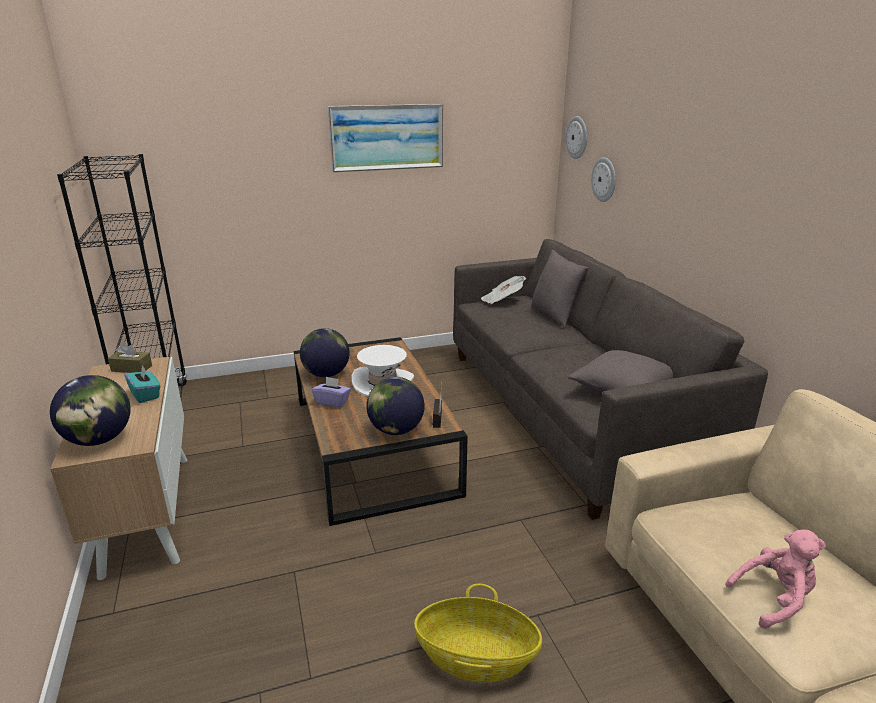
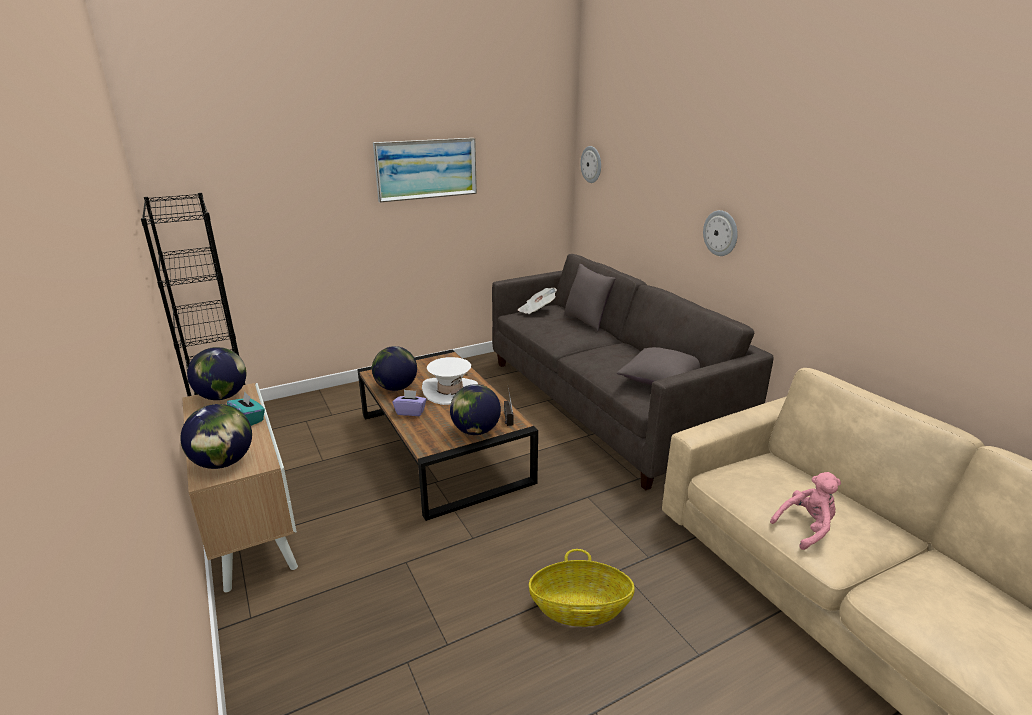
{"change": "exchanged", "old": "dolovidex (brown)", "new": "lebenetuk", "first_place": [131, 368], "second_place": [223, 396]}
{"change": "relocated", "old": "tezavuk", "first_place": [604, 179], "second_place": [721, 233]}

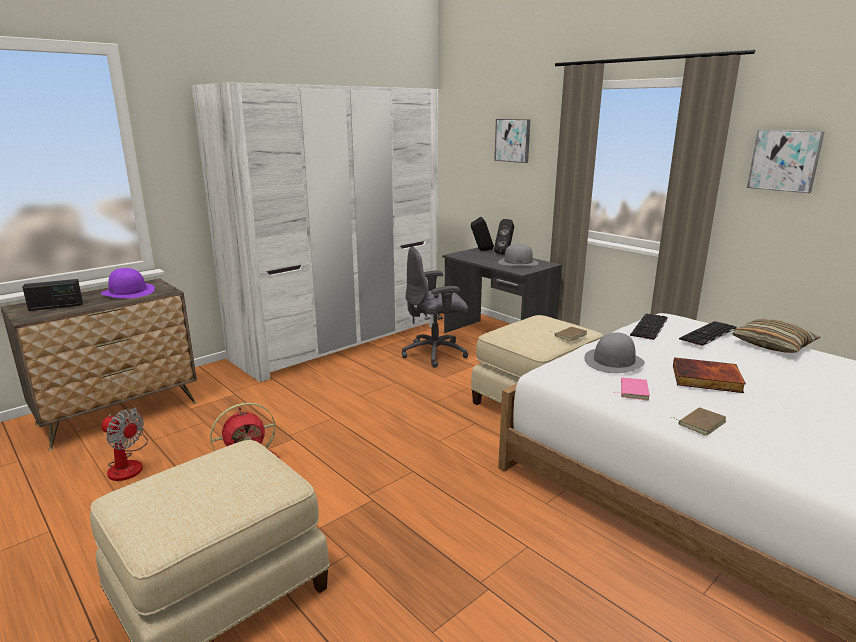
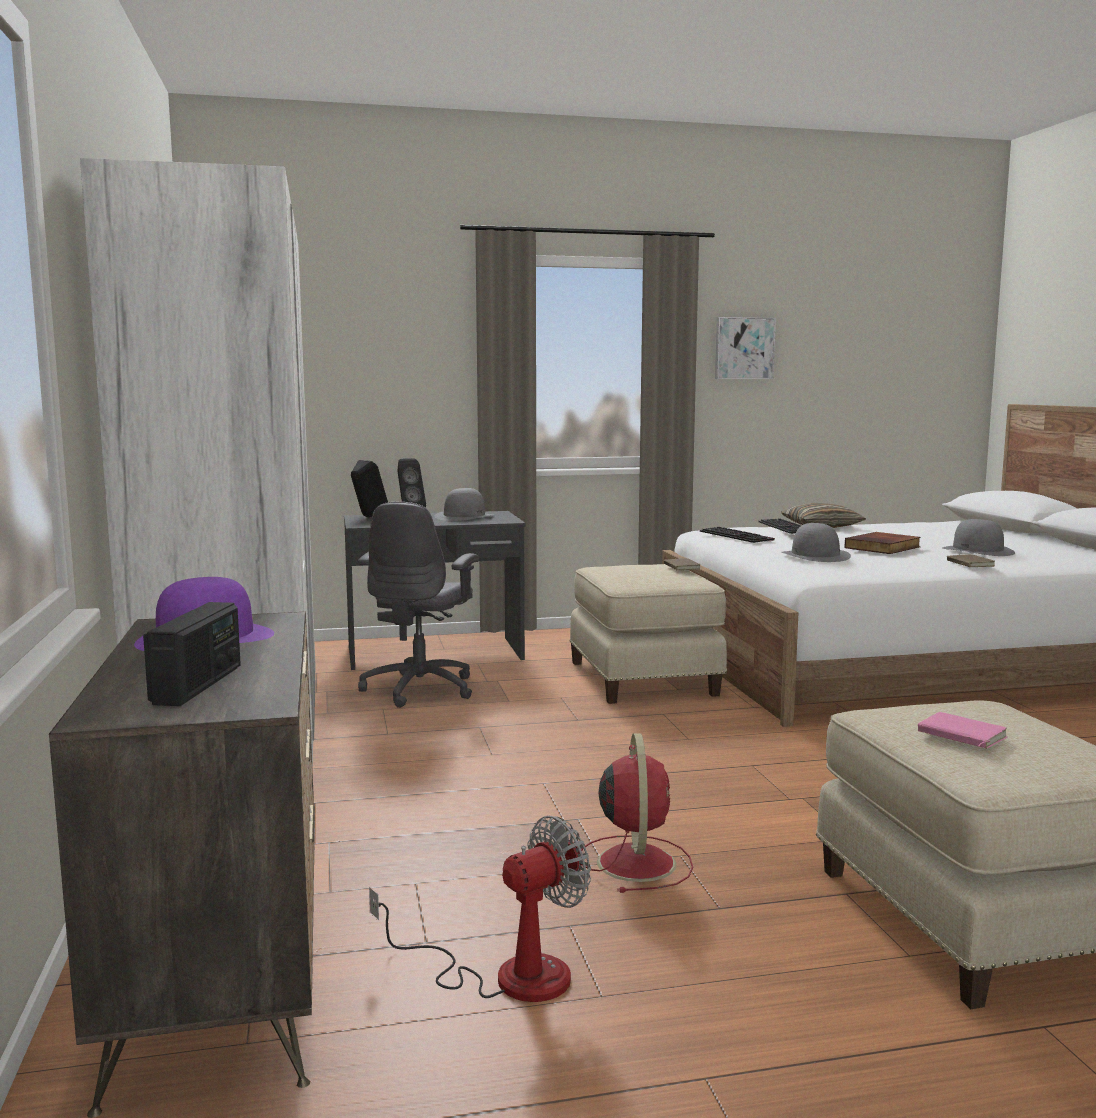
{"change": "missing", "old": "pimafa", "first_place": [513, 140]}
{"change": "relocated", "old": "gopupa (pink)", "first_place": [632, 390], "second_place": [960, 735]}
{"change": "appeared", "new": "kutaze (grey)", "second_place": [978, 551]}

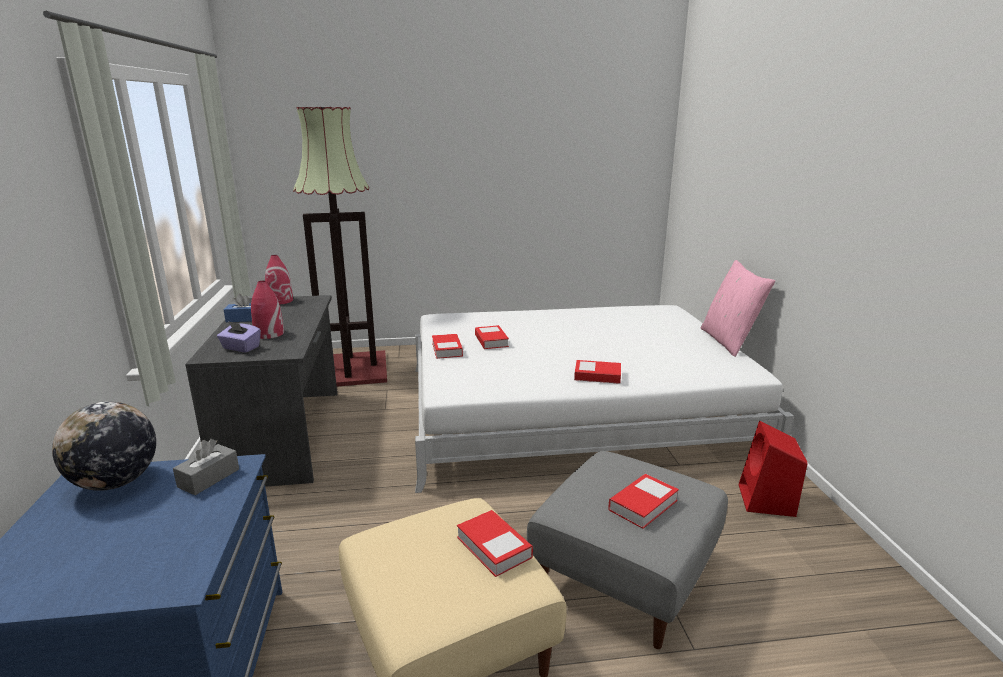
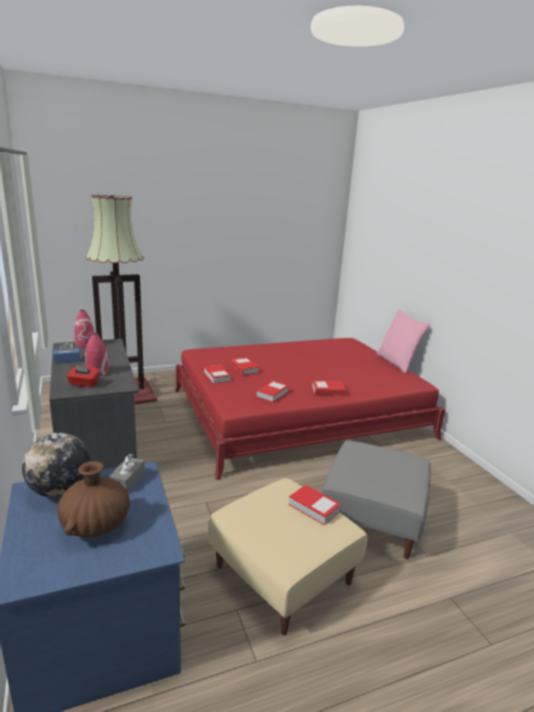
{"change": "colour", "old": "dolovidex (purple)", "new": "dolovidex (red)", "first_place": [241, 348], "second_place": [84, 384]}
{"change": "colour", "old": "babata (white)", "new": "babata (red)", "first_place": [573, 410], "second_place": [298, 414]}
{"change": "relocated", "old": "gopupa", "first_place": [643, 505], "second_place": [272, 394]}
{"change": "missing", "old": "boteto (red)", "first_place": [767, 501]}
{"change": "appeared", "new": "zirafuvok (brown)", "second_place": [95, 525]}

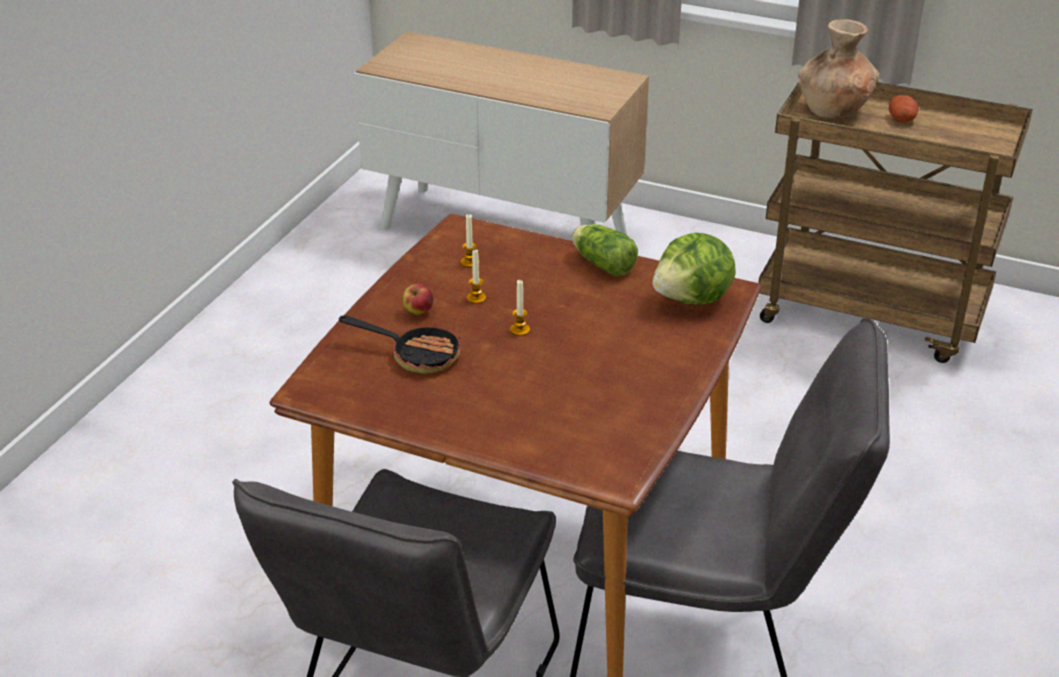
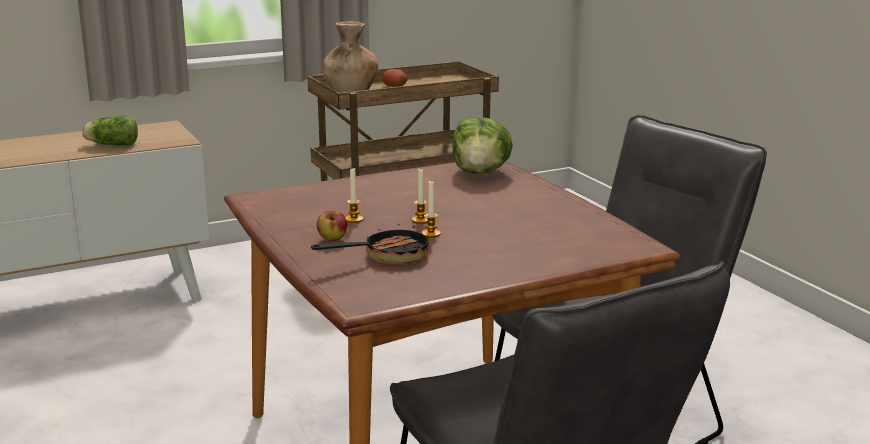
{"change": "relocated", "old": "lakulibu", "first_place": [469, 262], "second_place": [431, 234]}
{"change": "relocated", "old": "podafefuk", "first_place": [601, 263], "second_place": [111, 144]}

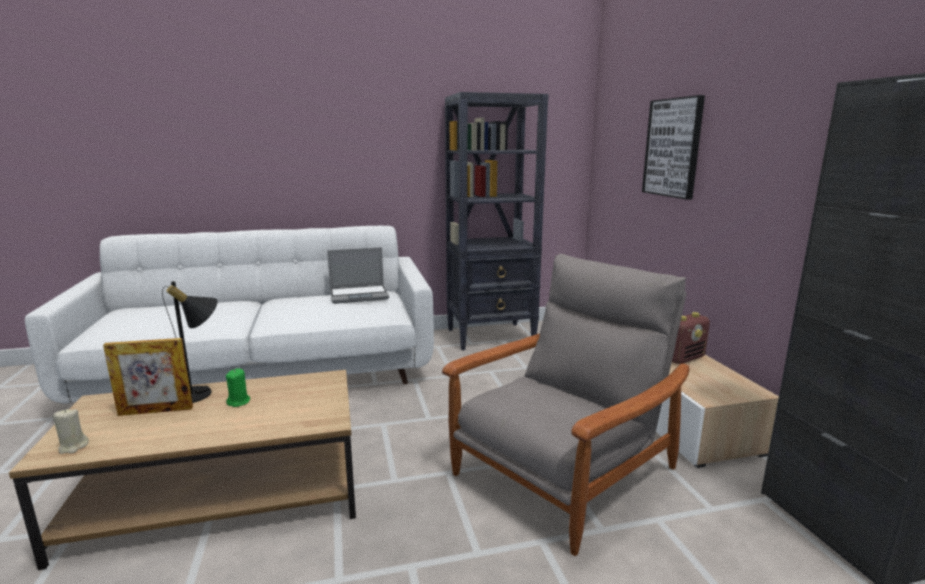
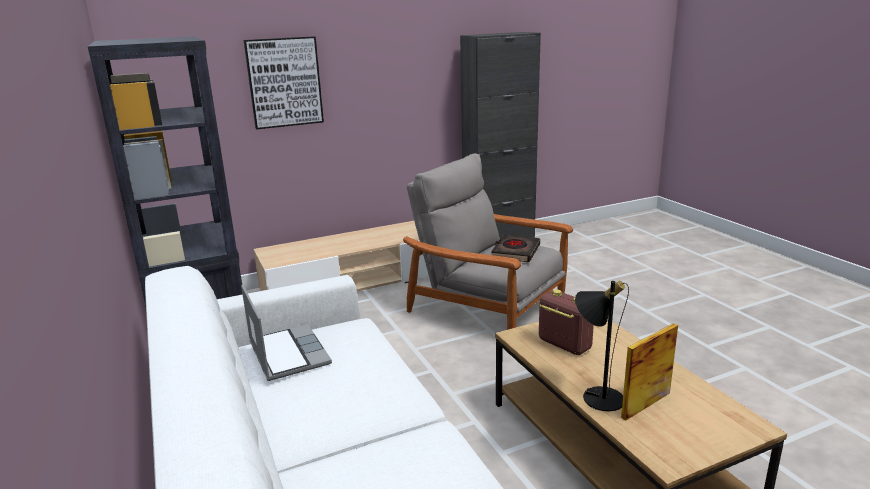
{"change": "missing", "old": "lakulibu (beige)", "first_place": [73, 447]}
{"change": "spun", "old": "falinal", "first_place": [155, 411], "second_place": [646, 405], "degrees": -105}
{"change": "missing", "old": "lakulibu (green)", "first_place": [239, 402]}
{"change": "relocated", "old": "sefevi", "first_place": [684, 358], "second_place": [563, 344]}
{"change": "appeared", "new": "gopupa (black)", "second_place": [515, 252]}

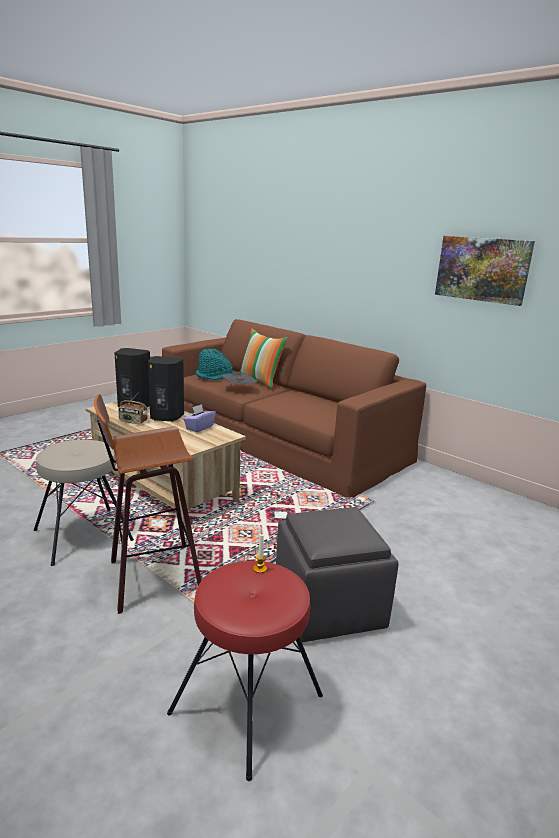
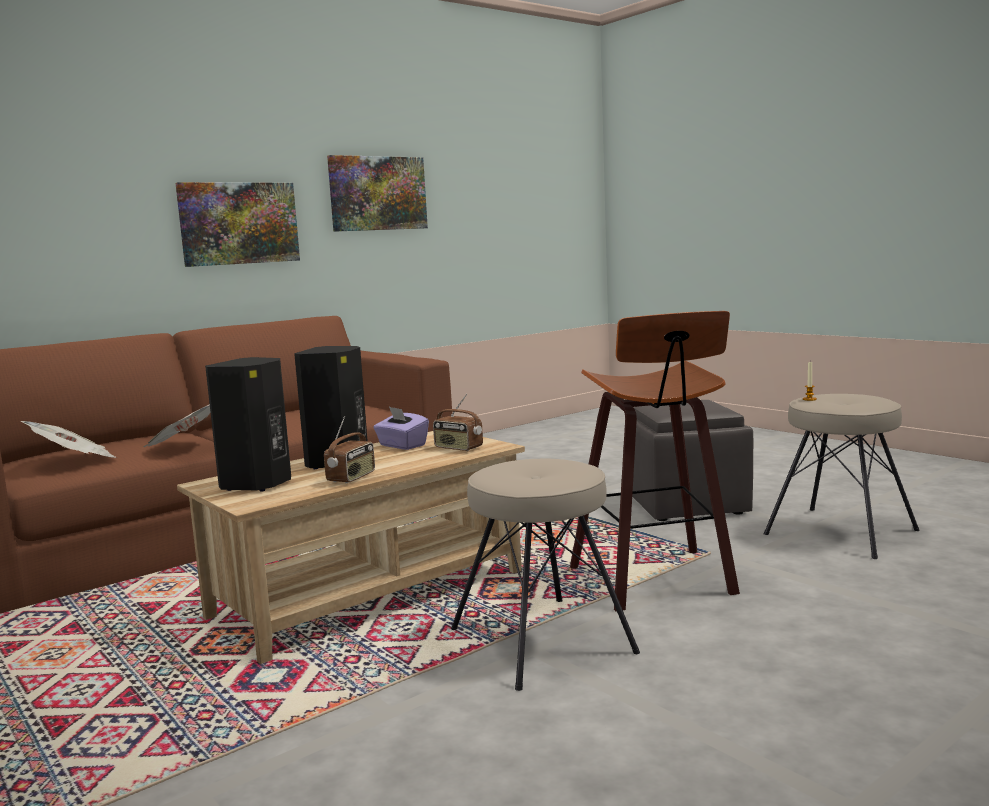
{"change": "colour", "old": "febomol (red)", "new": "febomol (beige)", "first_place": [248, 704], "second_place": [841, 531]}
{"change": "exchanged", "old": "kutaze (turquoise)", "new": "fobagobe", "first_place": [214, 376], "second_place": [74, 461]}
{"change": "missing", "old": "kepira", "first_place": [260, 381]}
{"change": "appeared", "new": "pimafa", "second_place": [239, 223]}
{"change": "appeared", "new": "sefevi", "second_place": [458, 448]}

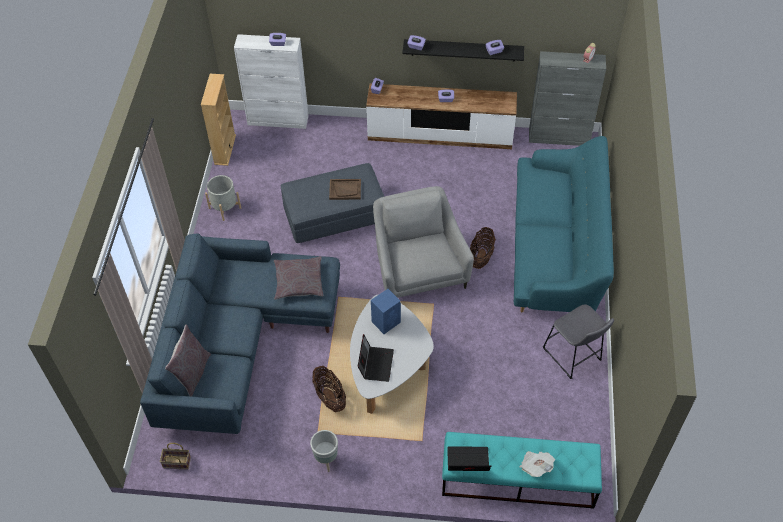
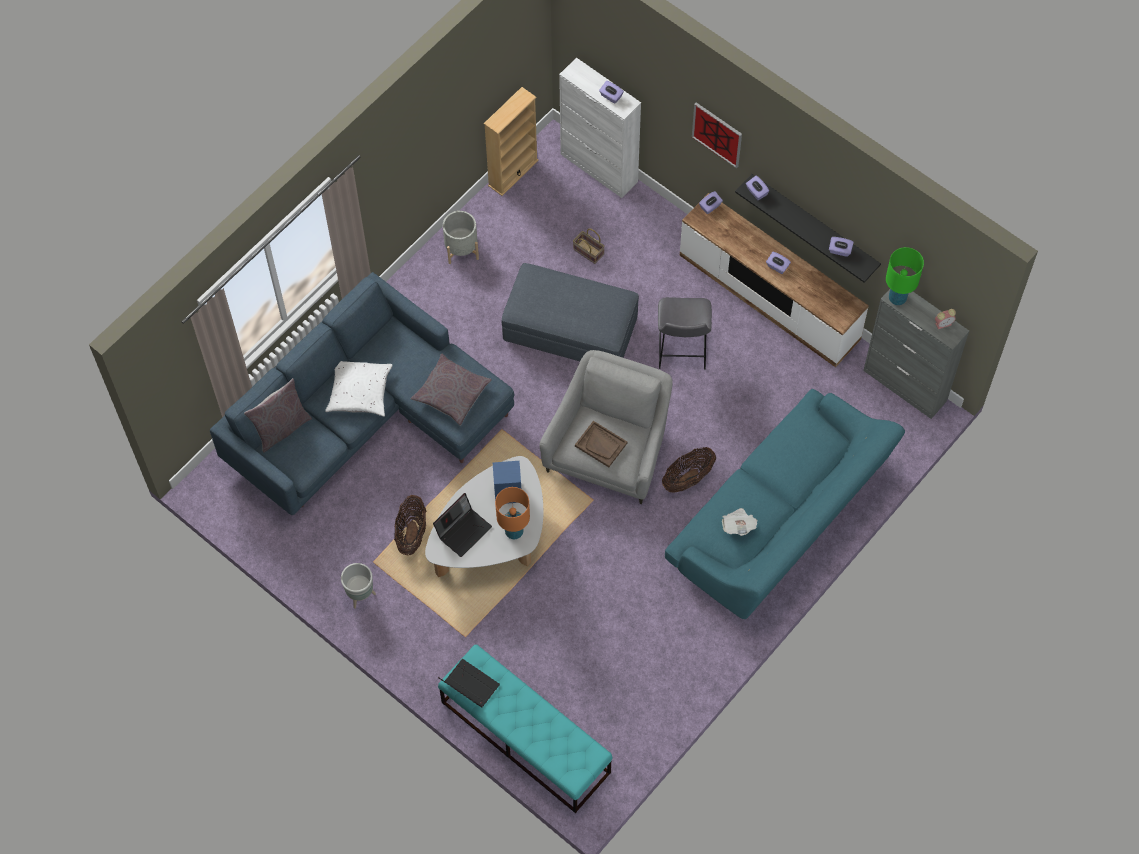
{"change": "relocated", "old": "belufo", "first_place": [176, 463], "second_place": [587, 252]}
{"change": "relocated", "old": "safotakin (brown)", "first_place": [345, 190], "second_place": [601, 444]}
{"change": "relocated", "old": "fobagobe", "first_place": [536, 466], "second_place": [738, 526]}
{"change": "relocated", "old": "febomol (grey)", "first_place": [573, 356], "second_place": [681, 350]}
{"change": "appeared", "new": "kepira (white)", "second_place": [359, 392]}
{"change": "appeared", "new": "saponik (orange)", "second_place": [514, 532]}
{"change": "appeared", "new": "pimafa", "second_place": [717, 134]}
{"change": "appeared", "new": "saponik (green)", "second_place": [897, 298]}

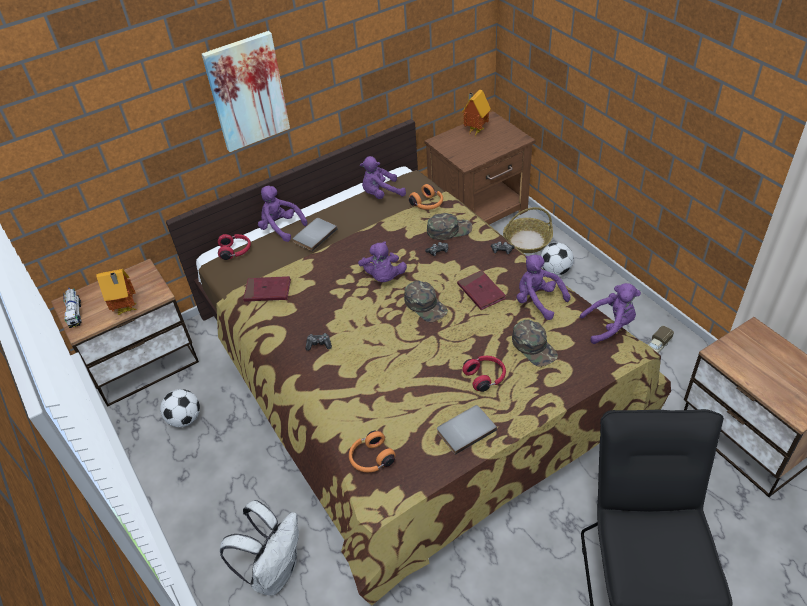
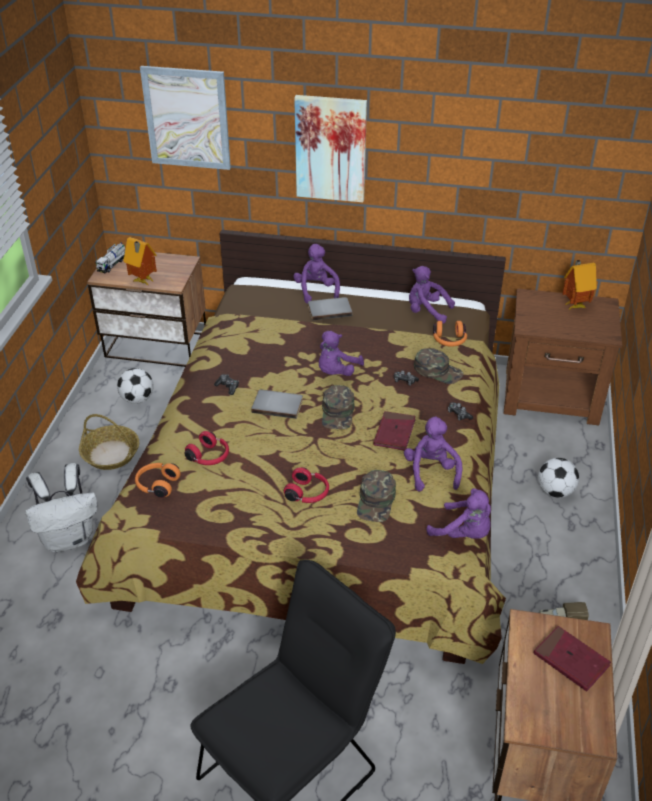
{"change": "relocated", "old": "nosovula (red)", "first_place": [236, 251], "second_place": [209, 457]}
{"change": "relocated", "old": "gopupa (red)", "first_place": [267, 291], "second_place": [571, 660]}
{"change": "relocated", "old": "gopupa (grey)", "first_place": [465, 429], "second_place": [278, 404]}
{"change": "relocated", "old": "belufo", "first_place": [527, 241], "second_place": [111, 454]}
{"change": "appeared", "new": "pimafa", "second_place": [187, 118]}

